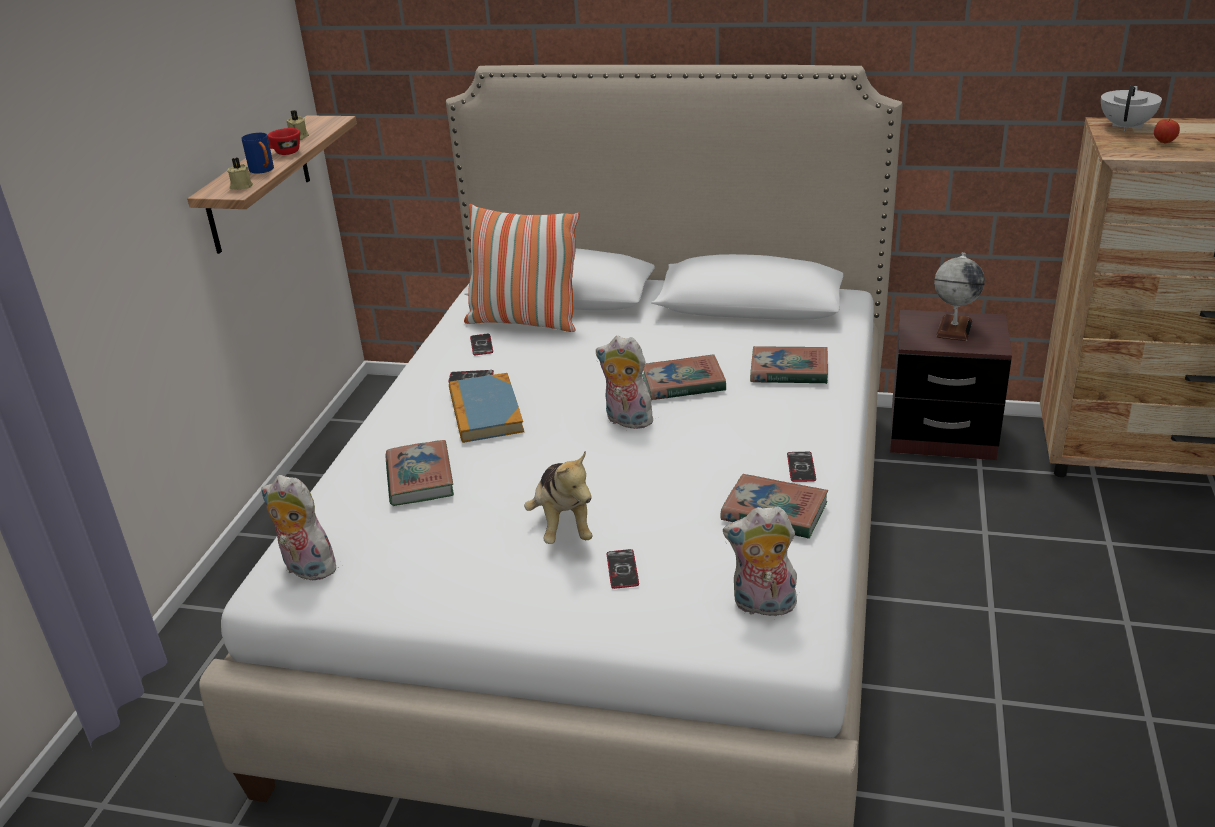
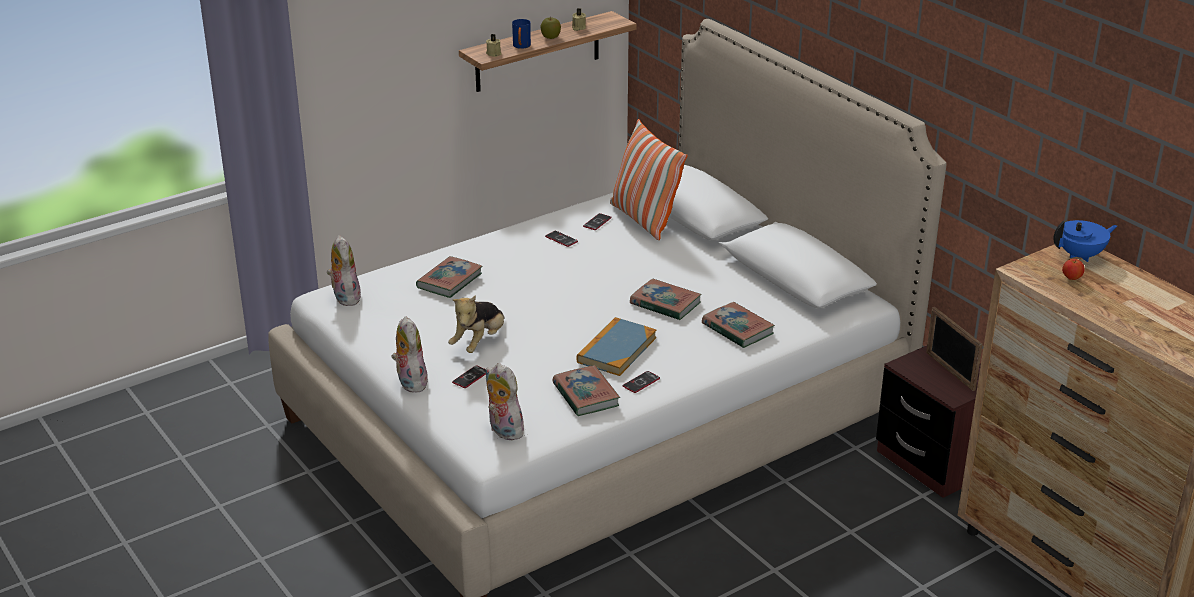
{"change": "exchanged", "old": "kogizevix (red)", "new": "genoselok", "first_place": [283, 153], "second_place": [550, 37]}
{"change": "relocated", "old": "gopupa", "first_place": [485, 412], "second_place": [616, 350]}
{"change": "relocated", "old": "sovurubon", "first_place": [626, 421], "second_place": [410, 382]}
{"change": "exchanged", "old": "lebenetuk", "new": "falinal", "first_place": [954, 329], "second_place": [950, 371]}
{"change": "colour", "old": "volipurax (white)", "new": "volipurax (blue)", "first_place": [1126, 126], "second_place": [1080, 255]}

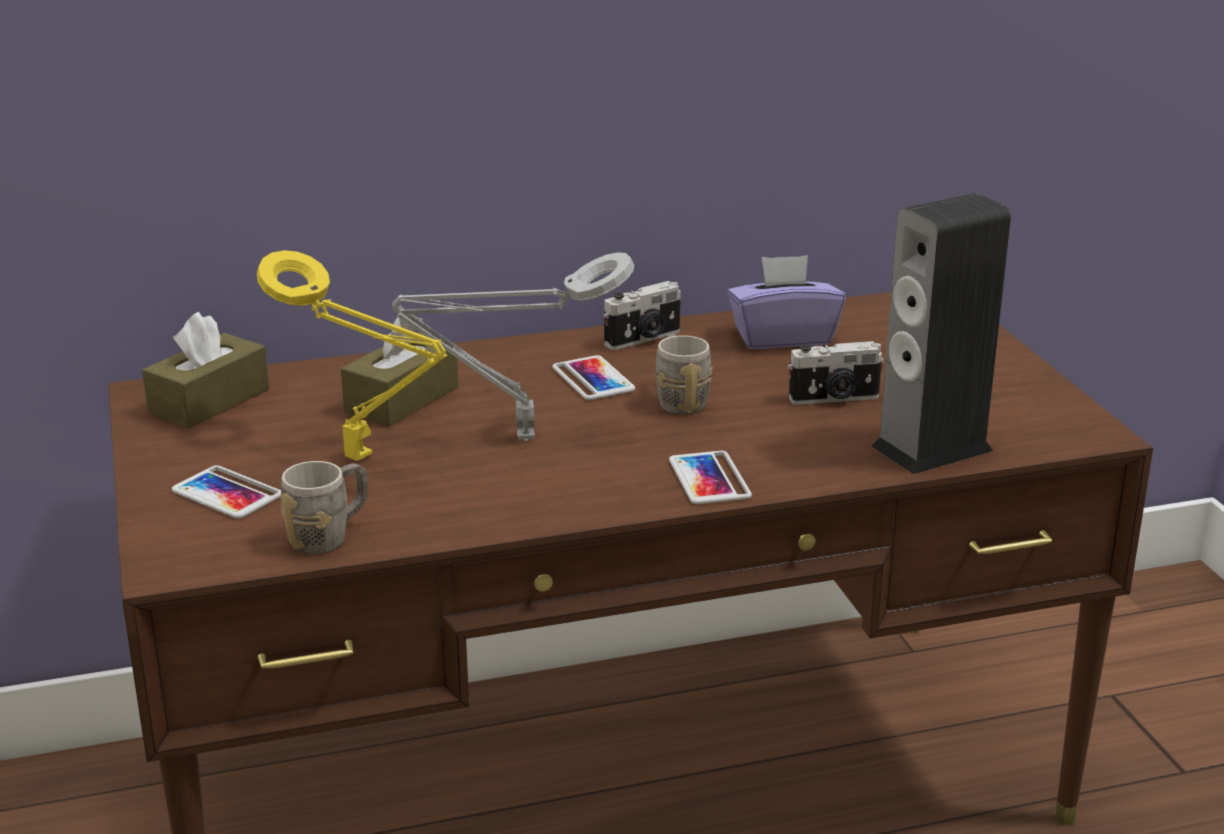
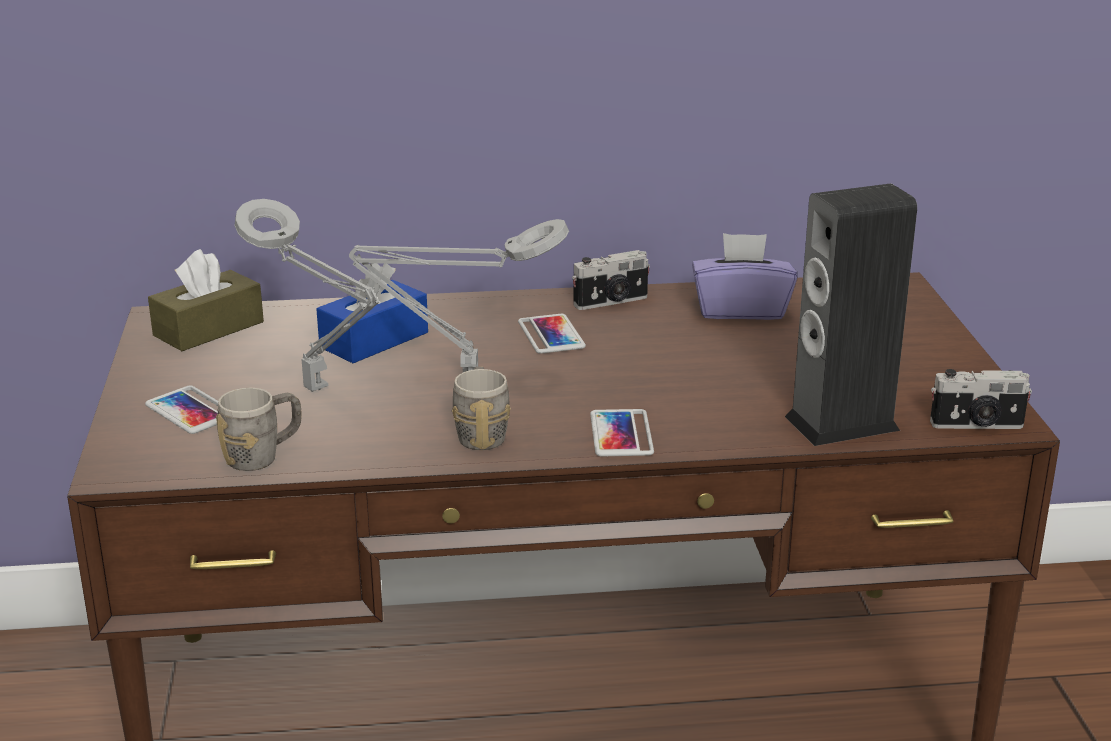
{"change": "colour", "old": "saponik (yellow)", "new": "saponik (grey)", "first_place": [364, 460], "second_place": [320, 391]}
{"change": "colour", "old": "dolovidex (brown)", "new": "dolovidex (blue)", "first_place": [402, 399], "second_place": [374, 340]}
{"change": "relocated", "old": "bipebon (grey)", "first_place": [679, 400], "second_place": [481, 433]}
{"change": "relocated", "old": "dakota", "first_place": [834, 399], "second_place": [977, 425]}

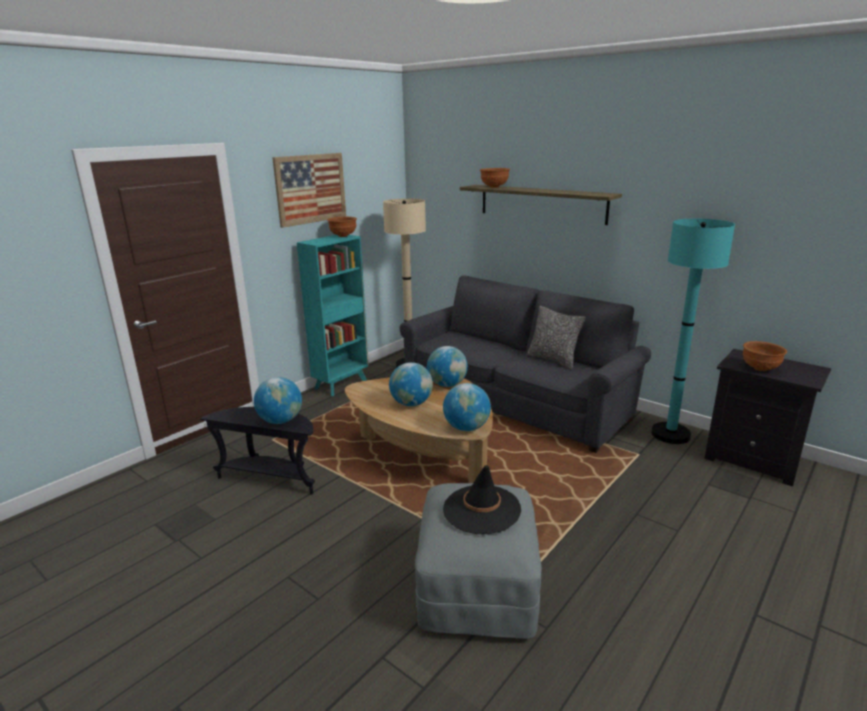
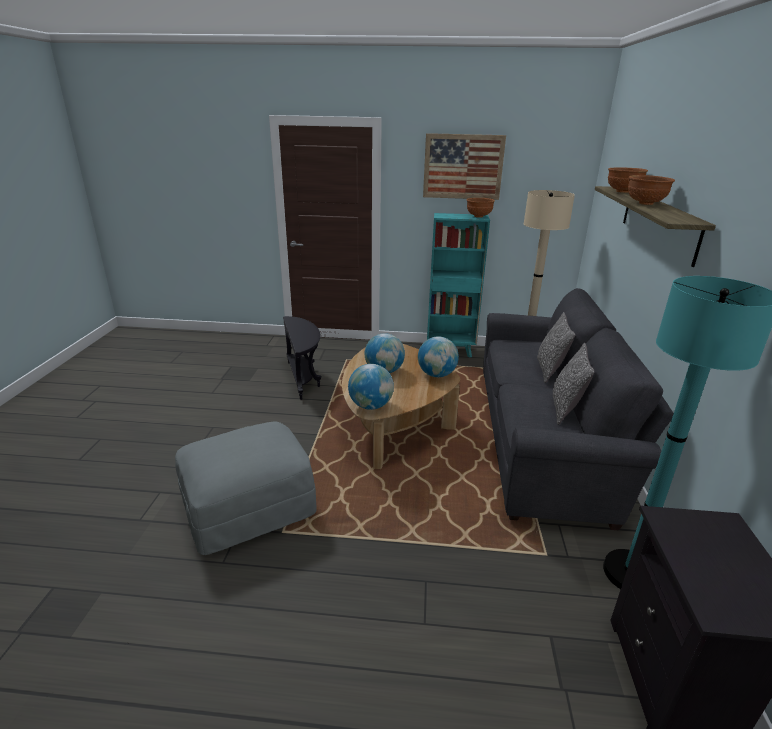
{"change": "missing", "old": "lebenetuk", "first_place": [280, 421]}
{"change": "missing", "old": "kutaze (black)", "first_place": [481, 509]}
{"change": "relocated", "old": "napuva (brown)", "first_place": [760, 369], "second_place": [645, 204]}
{"change": "appeared", "new": "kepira", "second_place": [549, 370]}

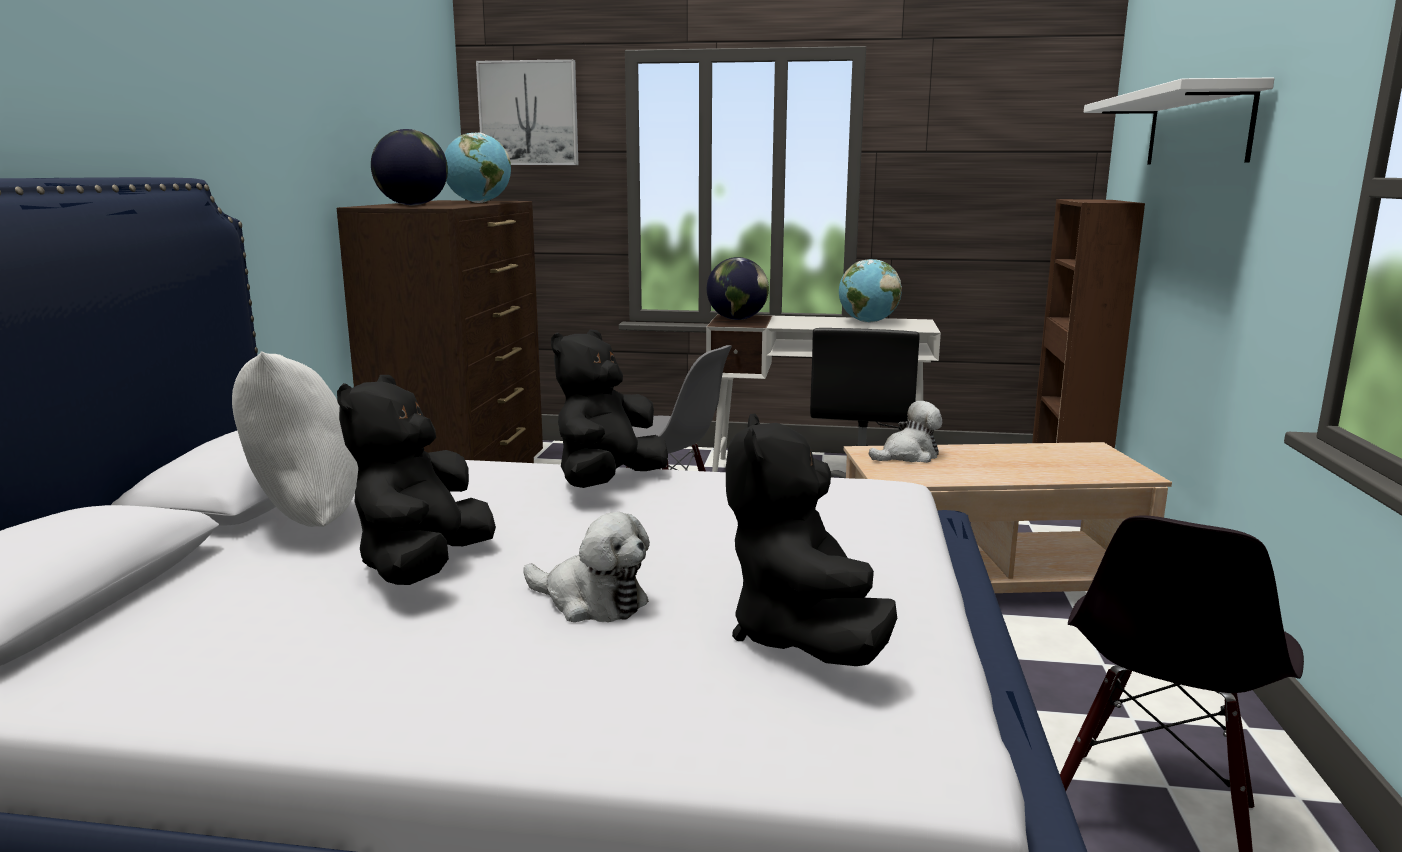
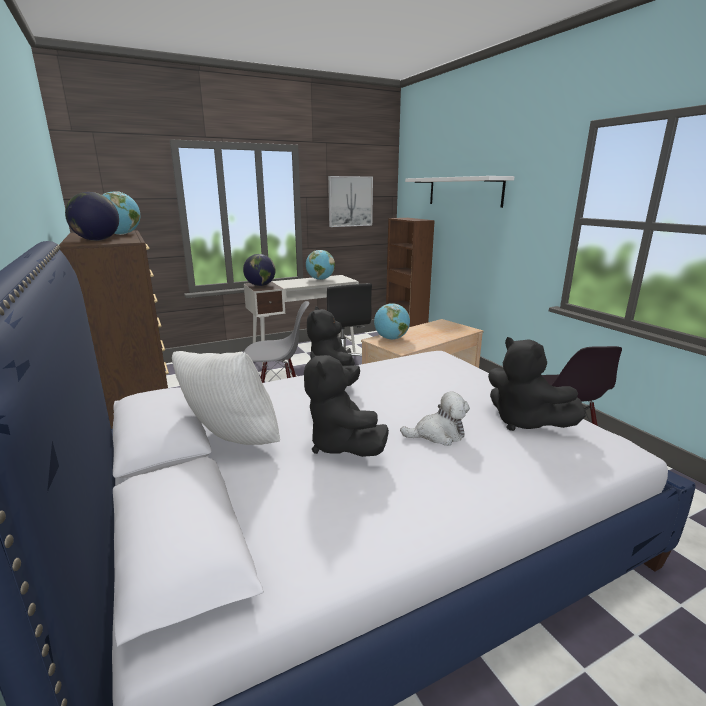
{"change": "relocated", "old": "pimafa", "first_place": [528, 113], "second_place": [350, 201]}
{"change": "exchanged", "old": "sovurubon", "new": "lebenetuk", "first_place": [908, 456], "second_place": [391, 339]}

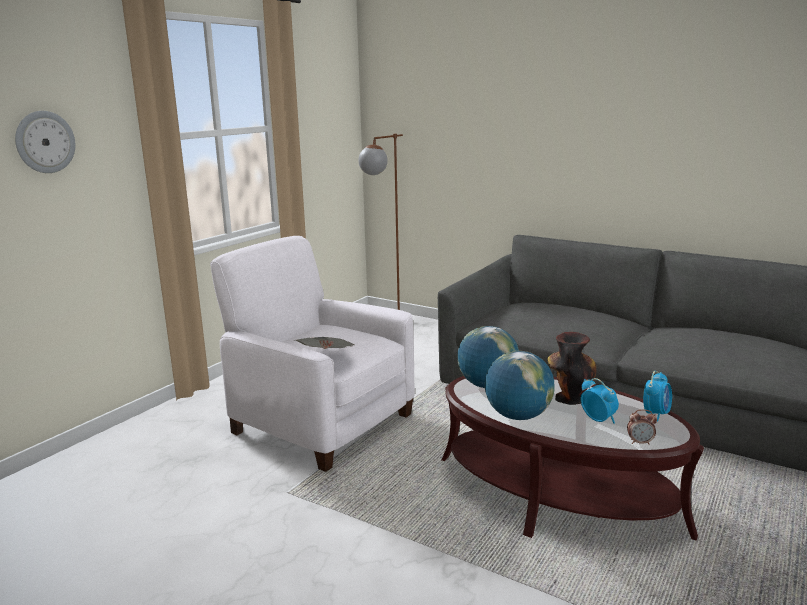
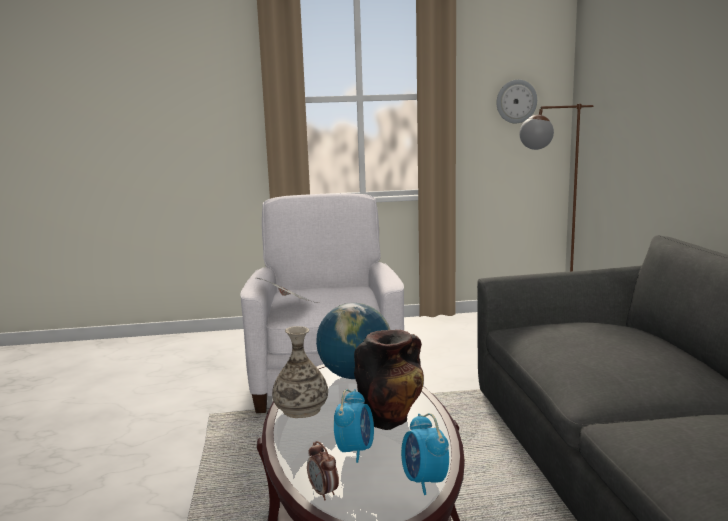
{"change": "relocated", "old": "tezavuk", "first_place": [45, 142], "second_place": [516, 101]}
{"change": "exchanged", "old": "lebenetuk", "new": "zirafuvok", "first_place": [518, 416], "second_place": [301, 409]}
{"change": "spun", "old": "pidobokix", "first_place": [656, 414], "second_place": [424, 481], "degrees": 75}

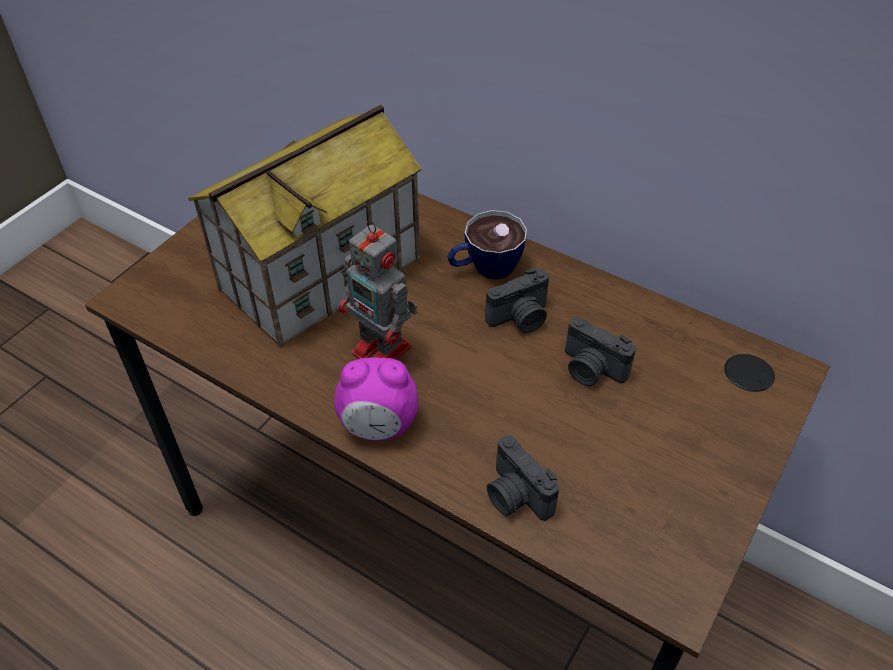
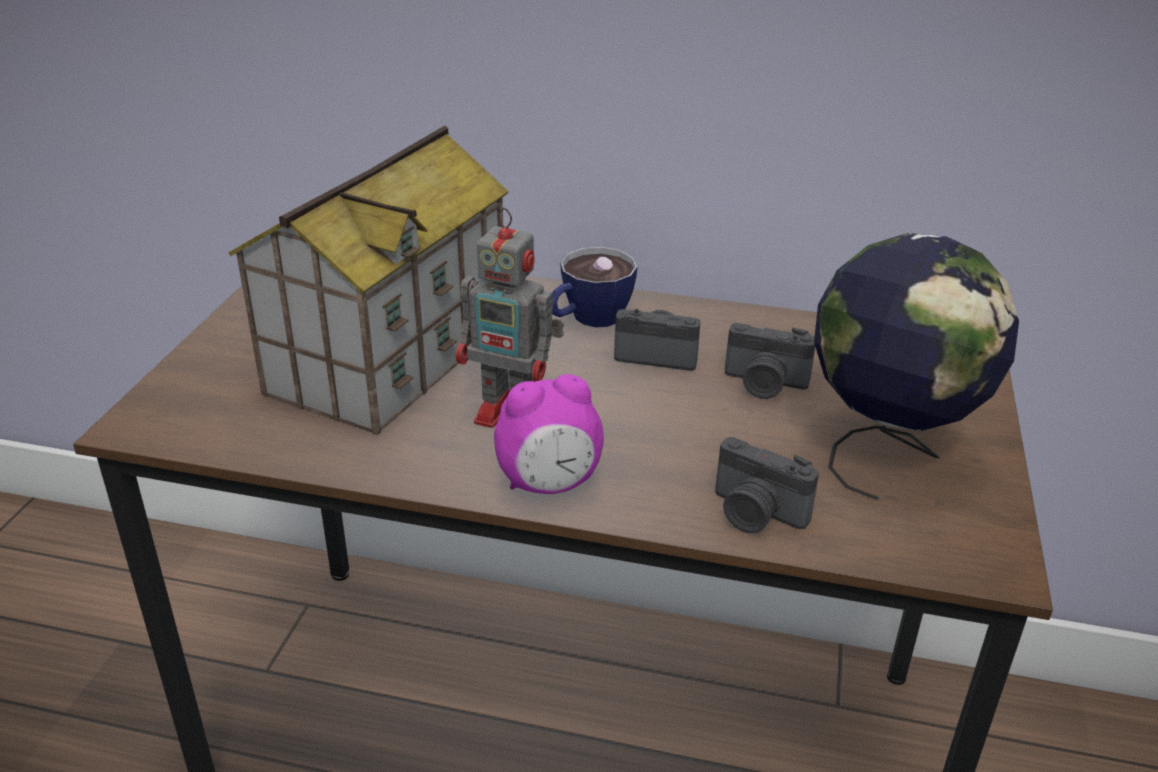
{"change": "spun", "old": "dakota", "first_place": [520, 318], "second_place": [657, 355], "degrees": -120}
{"change": "appeared", "new": "lebenetuk", "second_place": [888, 453]}

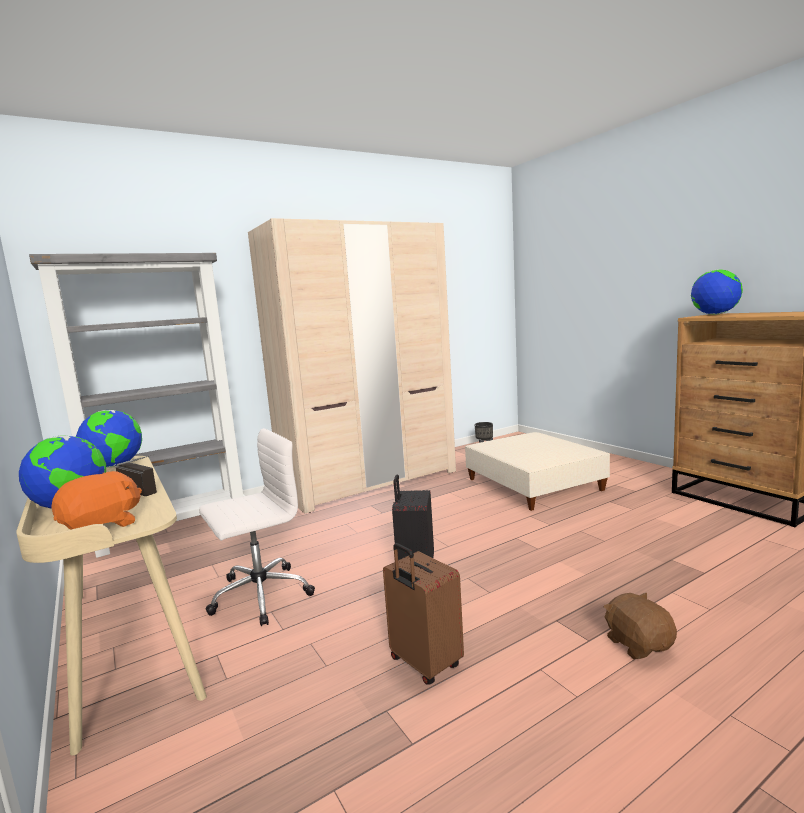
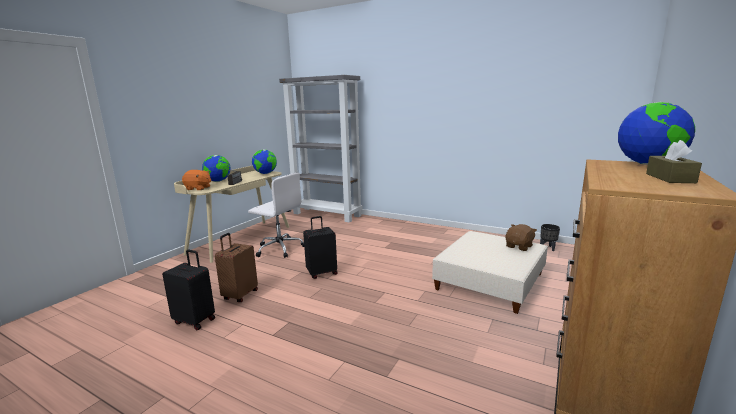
{"change": "missing", "old": "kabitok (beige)", "first_place": [370, 482]}
{"change": "relocated", "old": "sovurubon (brown)", "first_place": [638, 644], "second_place": [519, 246]}
{"change": "appeared", "new": "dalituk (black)", "second_place": [195, 320]}
{"change": "appeared", "new": "dolovidex (brown)", "second_place": [670, 178]}

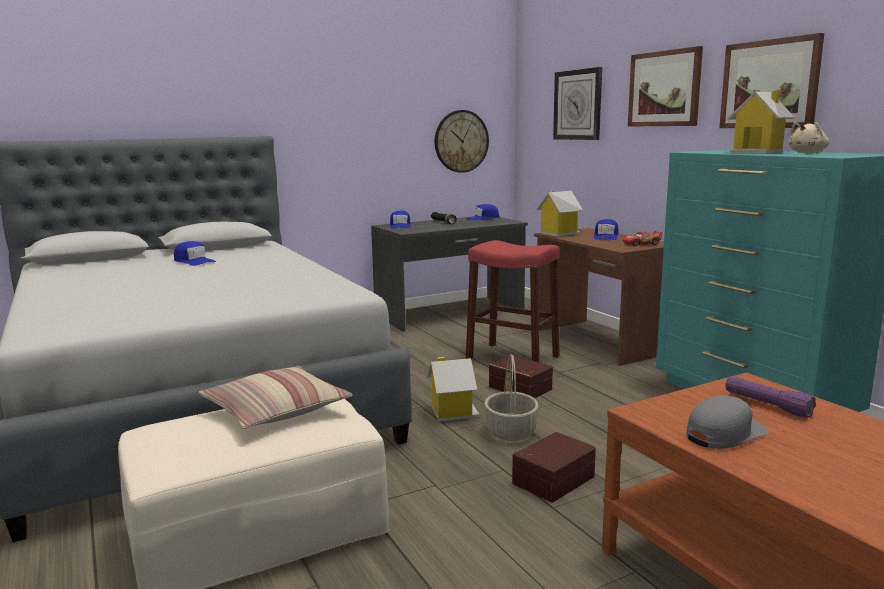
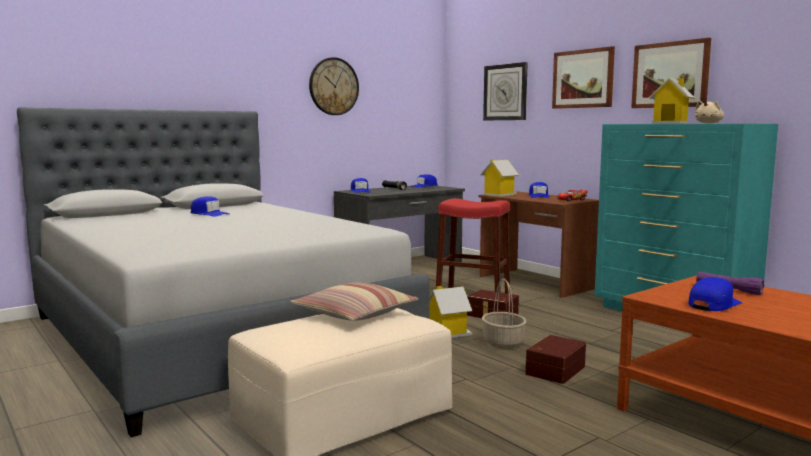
{"change": "relocated", "old": "tezavuk", "first_place": [461, 141], "second_place": [333, 86]}
{"change": "colour", "old": "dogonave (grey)", "new": "dogonave (blue)", "first_place": [725, 433], "second_place": [713, 304]}

